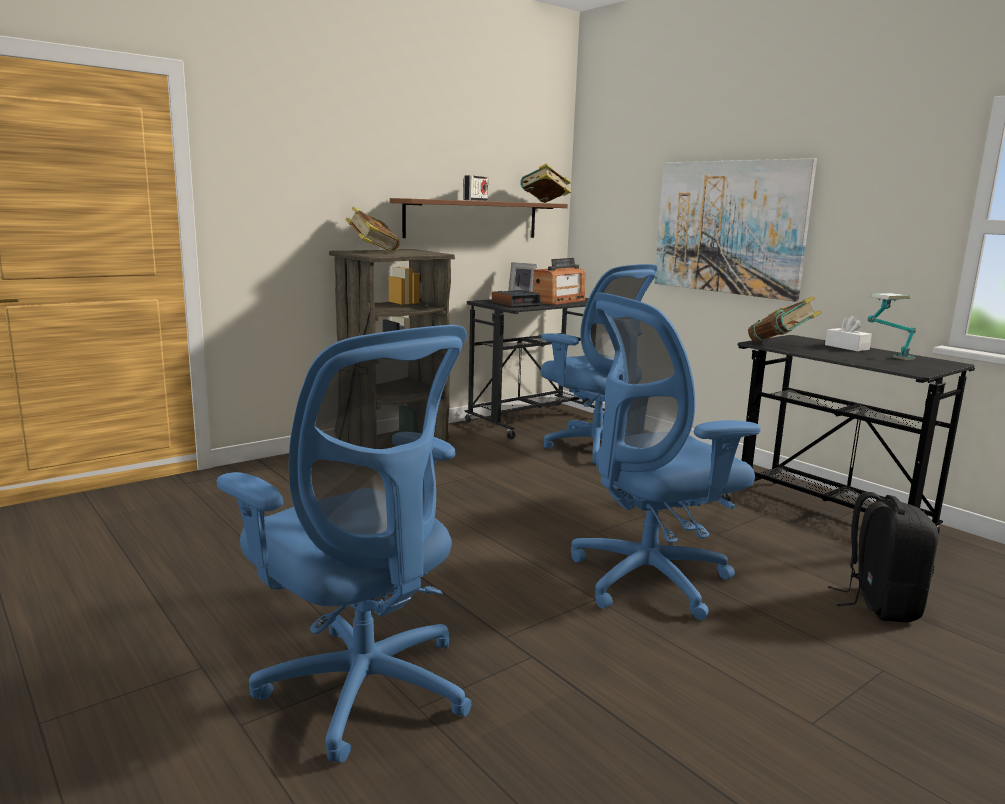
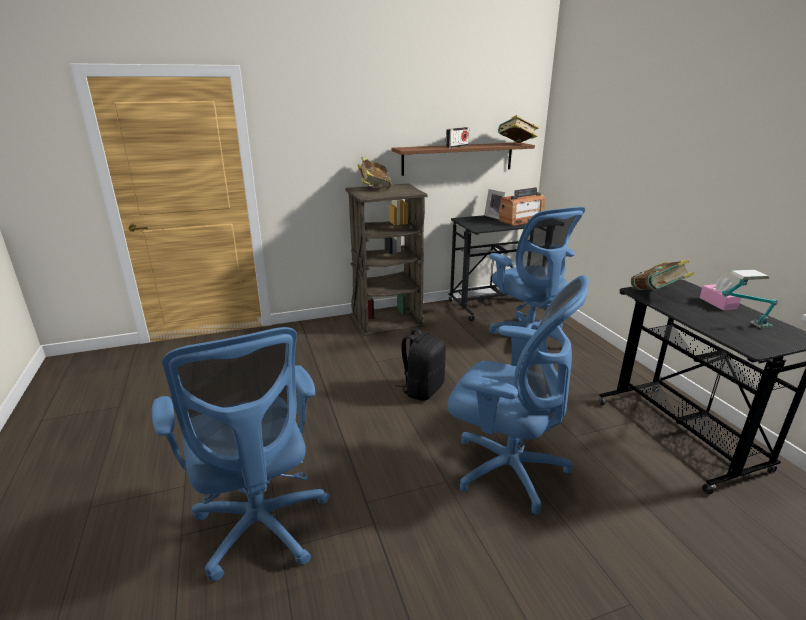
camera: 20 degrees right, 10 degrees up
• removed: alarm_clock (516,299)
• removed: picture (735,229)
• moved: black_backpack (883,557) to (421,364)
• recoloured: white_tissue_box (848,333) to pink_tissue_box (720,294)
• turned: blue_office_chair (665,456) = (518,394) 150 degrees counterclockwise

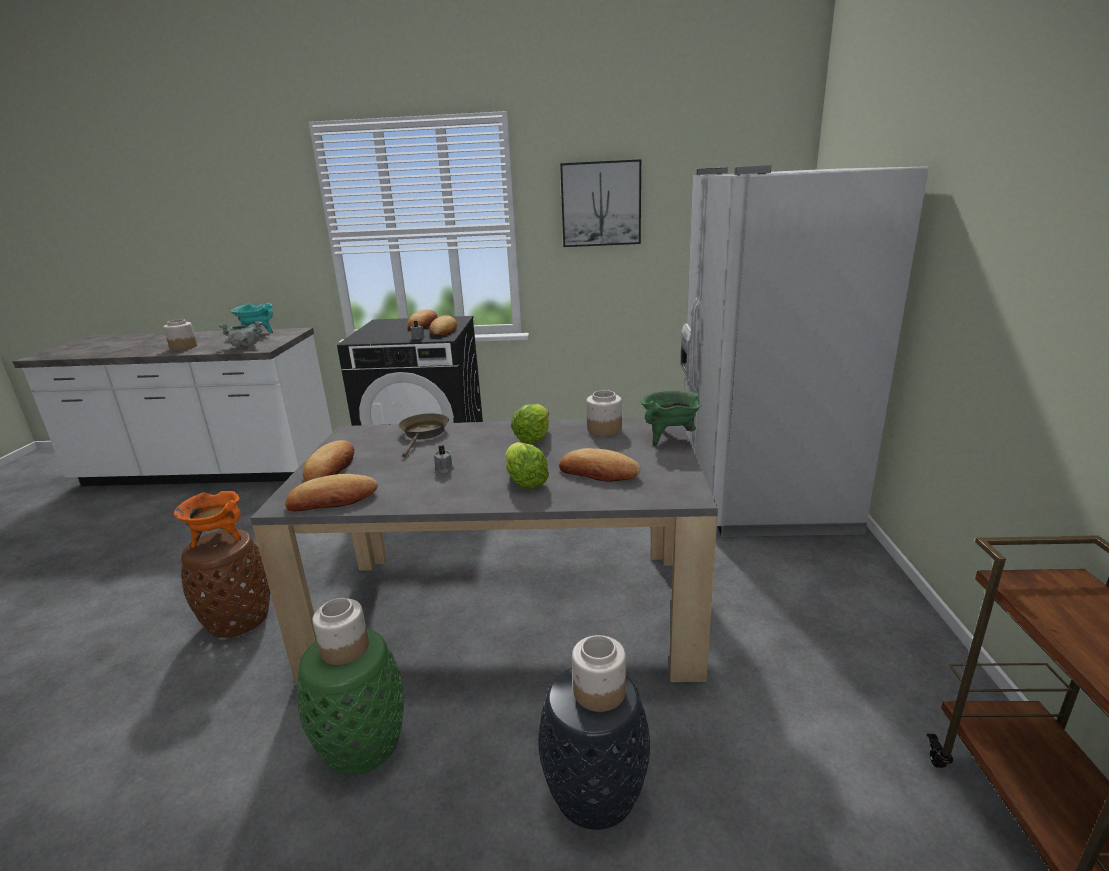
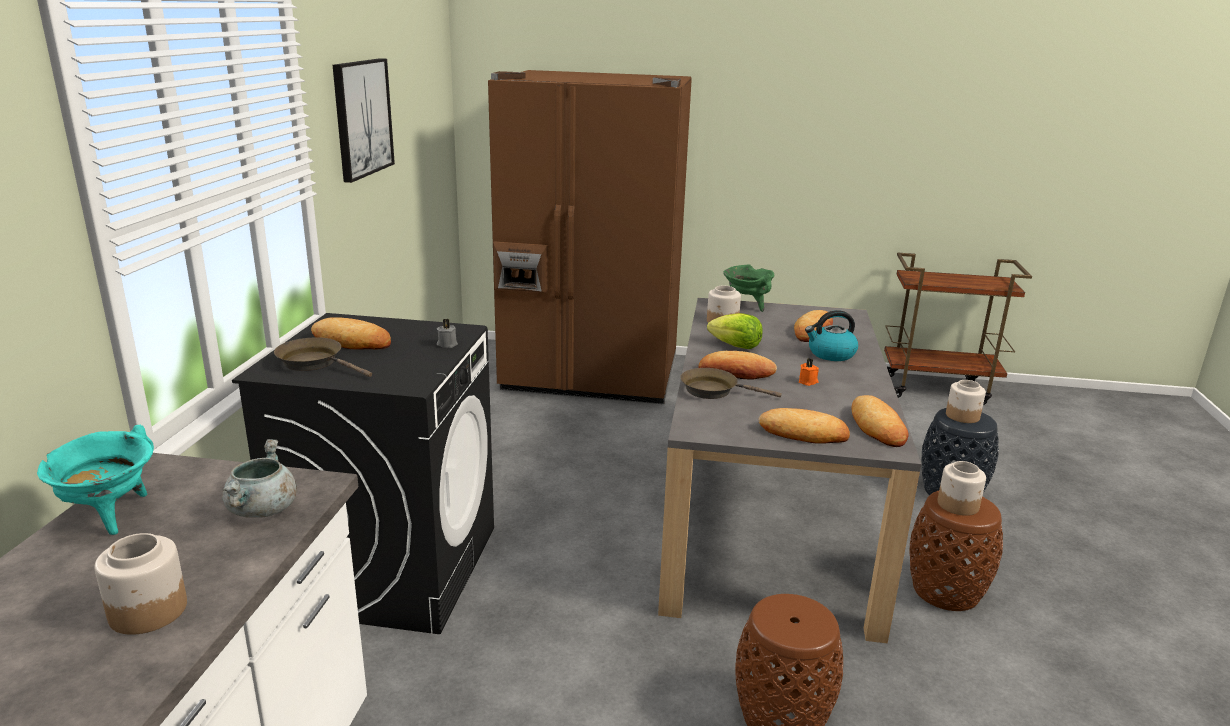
camera: 85 degrees left, 0 degrees up
• removed: orange_cooking_pot (207,519)
• added: brown_frying_pan (323,357)
• moved: bread (443,325) to (737,365)
• replaced: lettuce (527,465) to kettle (831,335)
• recoloured: green_stool (350,701) to brown_stool (956,551)
• recoloured: grey_candle (444,459) to orange_candle (809,372)
• recoloured: white_fridge (804,351) to brown_fridge (590,237)

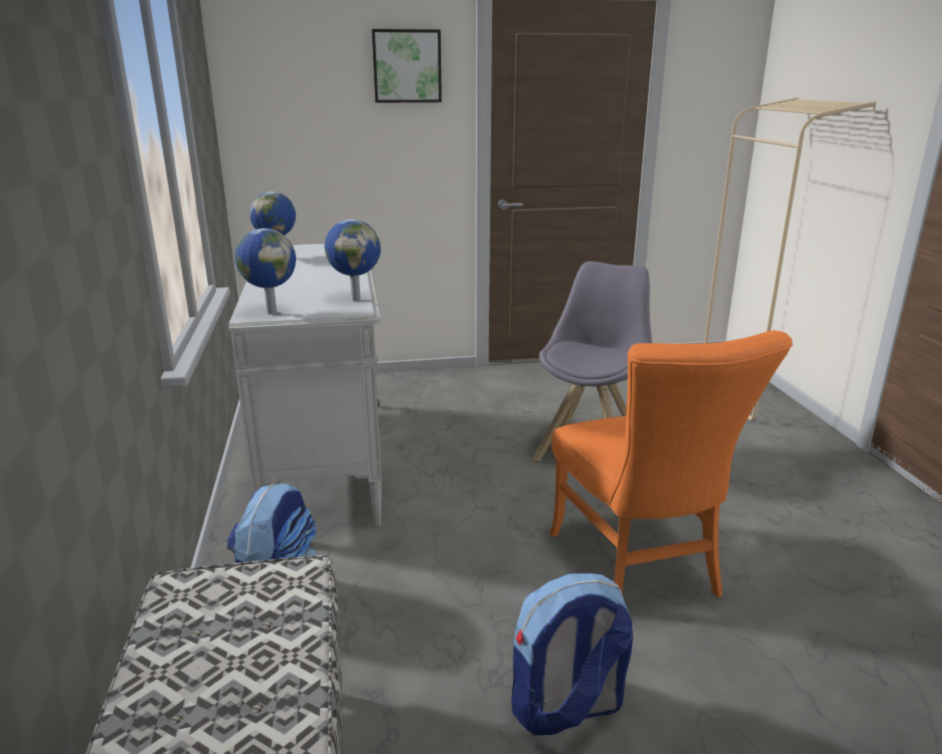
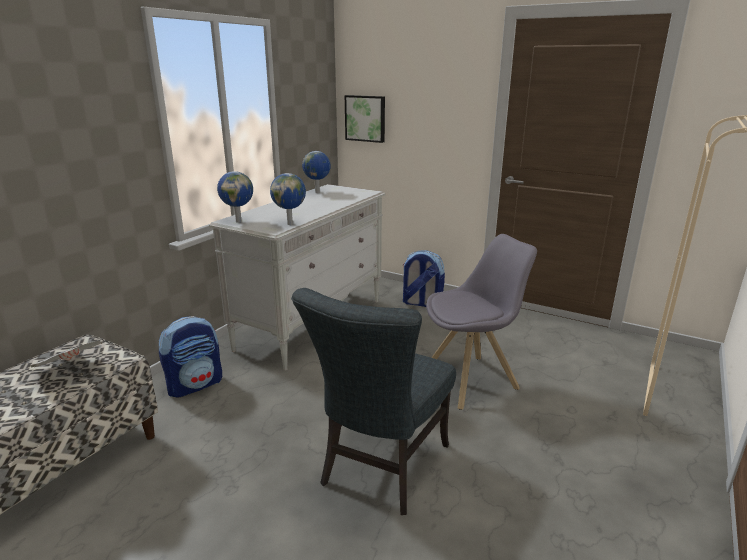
camera: 40 degrees right, 0 degrees up
• added: newspaper (66,354)
• moved: picture (407,66) to (365,119)
• moved: backpack (572,654) to (423,278)
• recoloured: orange_chair (671,463) to grey_chair (373,401)

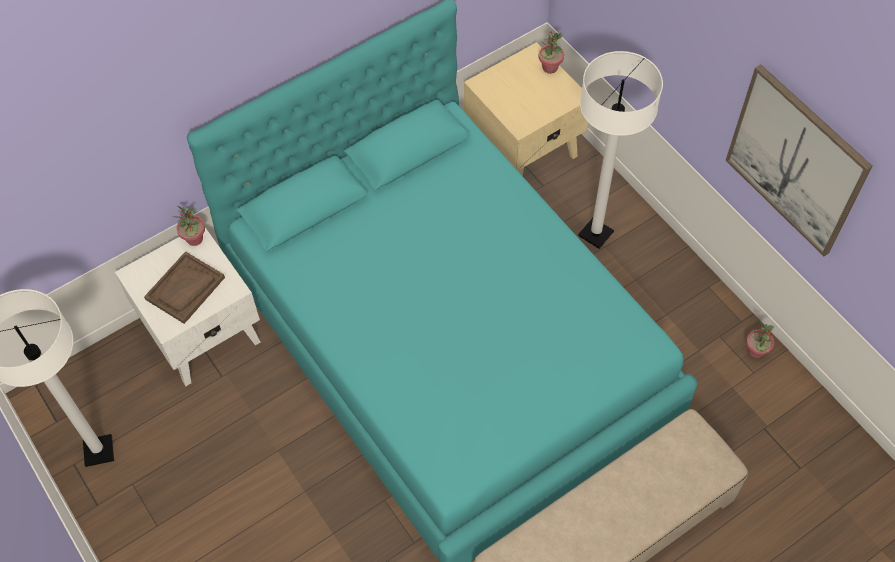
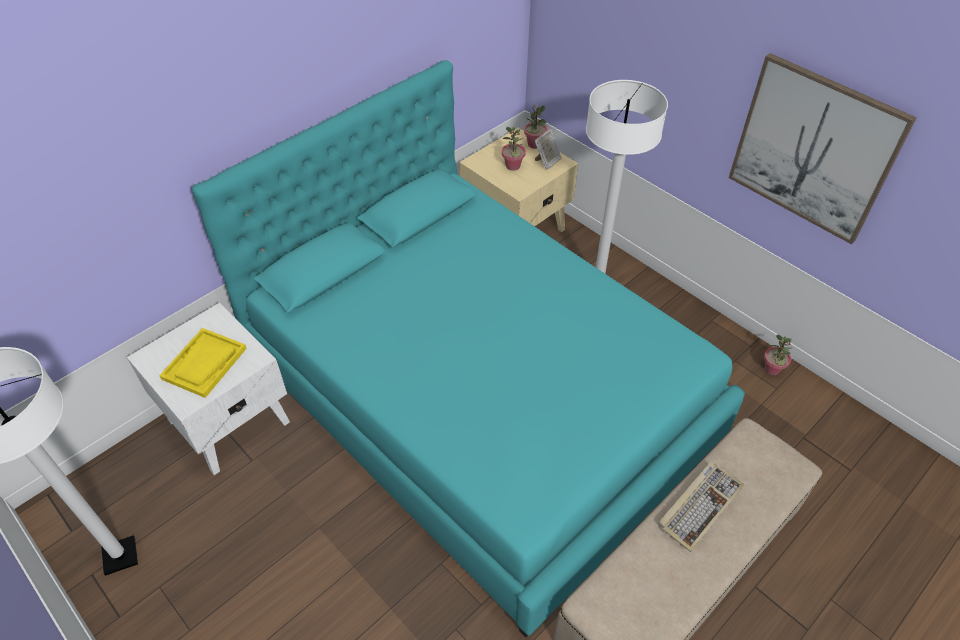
camera: 10 degrees left, 10 degrees down
• added: picture_frame (548,149)
• added: keyboard (701,507)
• moved: potted_plant (189,225) to (514,149)
• recoloured: brown_tray (184,287) to yellow_tray (203,363)

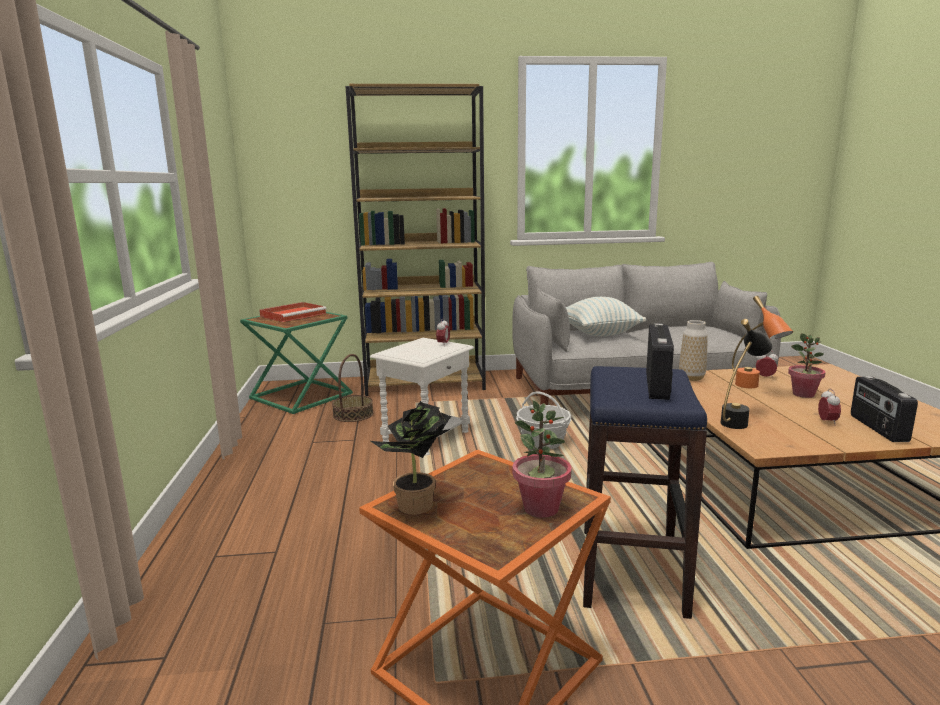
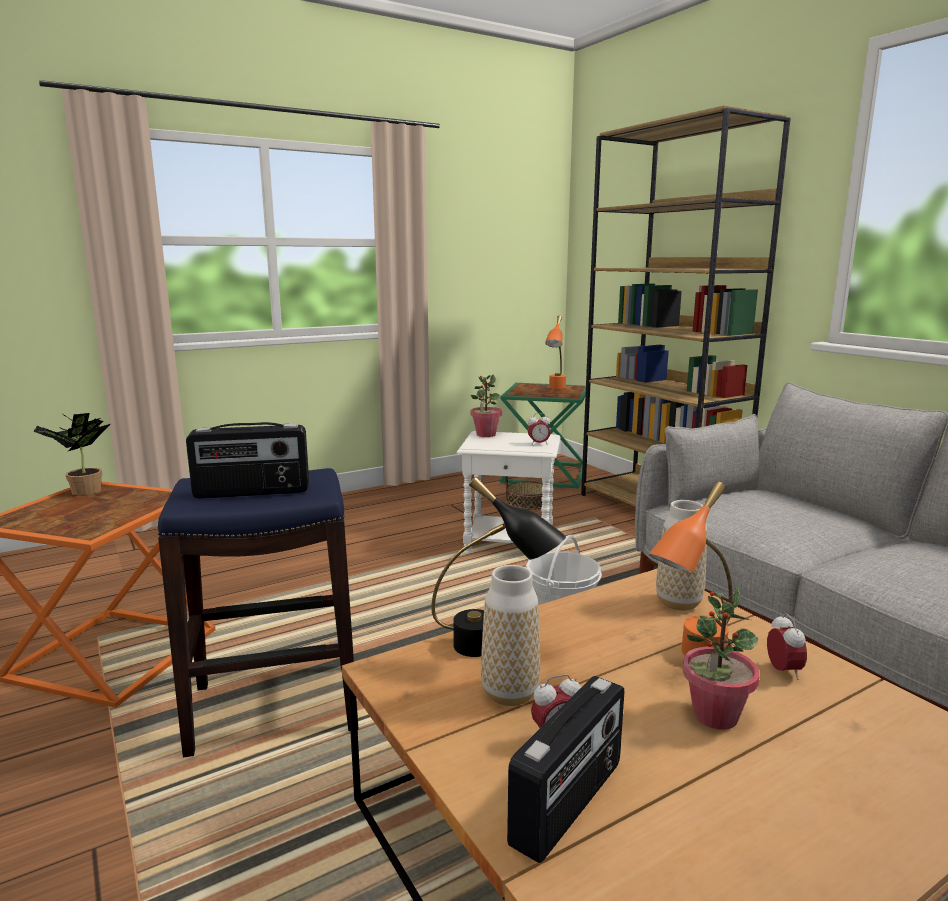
camera: 65 degrees right, 0 degrees up
• removed: pillow (606,316)
• added: vase (510,635)
• moved: potted_plant (542,459) to (486,406)
• replaced: red_tray (293,312) to orange_table_lamp (555,352)
• turned: radio (884,409) = (565,769) 150 degrees clockwise

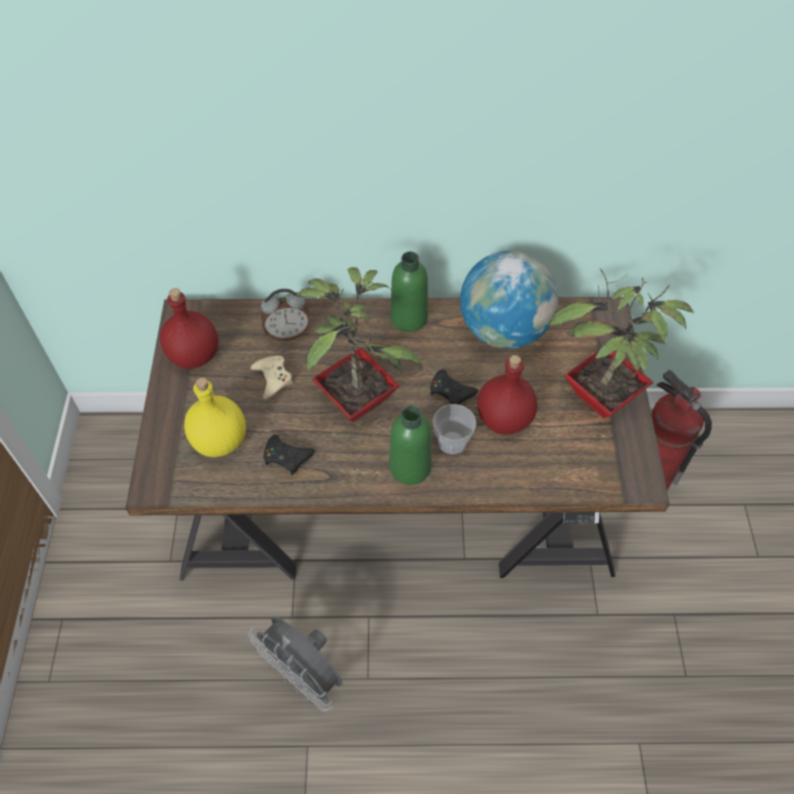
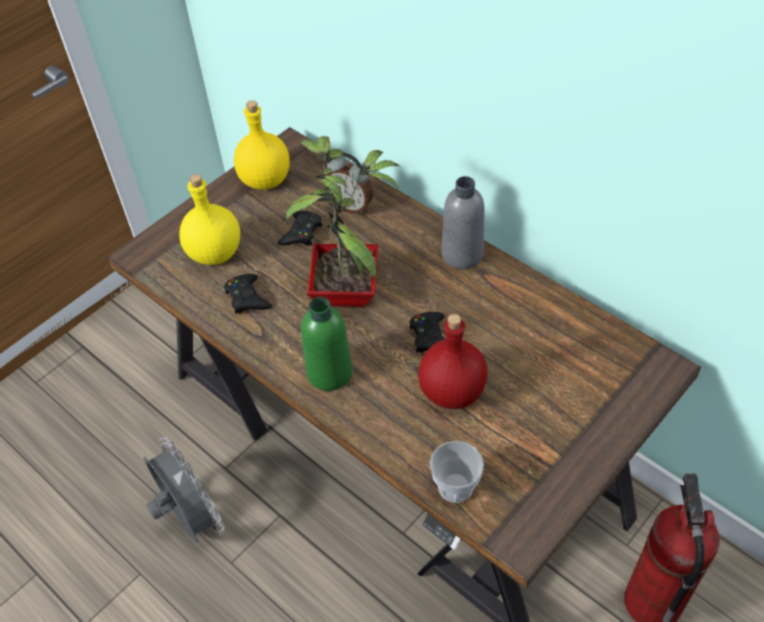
camera: 45 degrees right, 5 degrees down
• removed: globe (509,300)
• removed: potted_plant (621,343)
• moved: cup (454,429) to (457,472)
• recoloured: red_bottle (189,328) to yellow_bottle (262,145)
• recoloured: beige_game_controller (271,378) to black_game_controller (300,228)
• recoloured: green_bottle (409,292) to grey_bottle (463,222)
• turned: grey_fan (295,663) = (184,490) 150 degrees clockwise

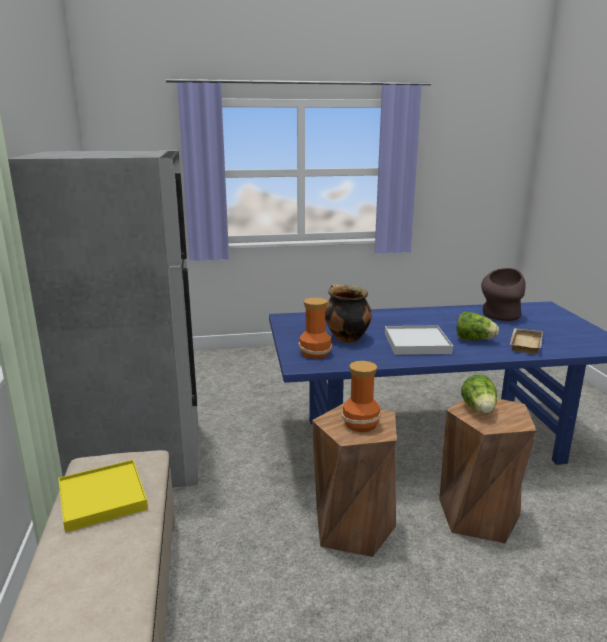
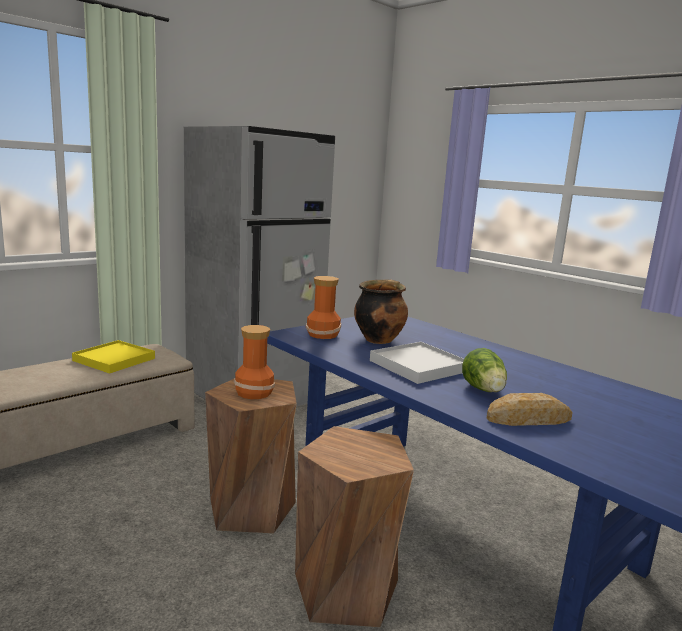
camera: 55 degrees right, 5 degrees down
• removed: lettuce (479,394)
• removed: brown_vase (503,294)
• replaced: beige_tray (526,341) to bread (529,409)

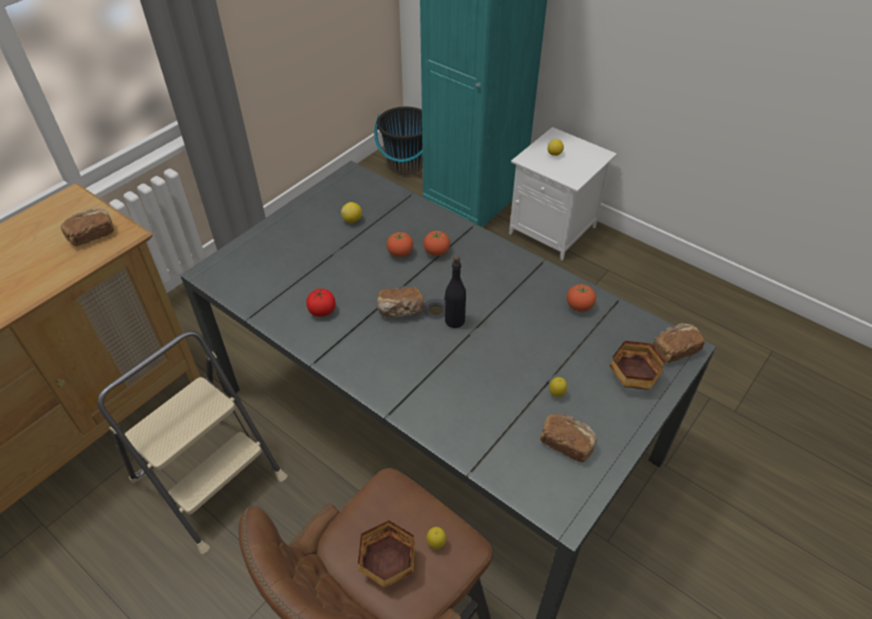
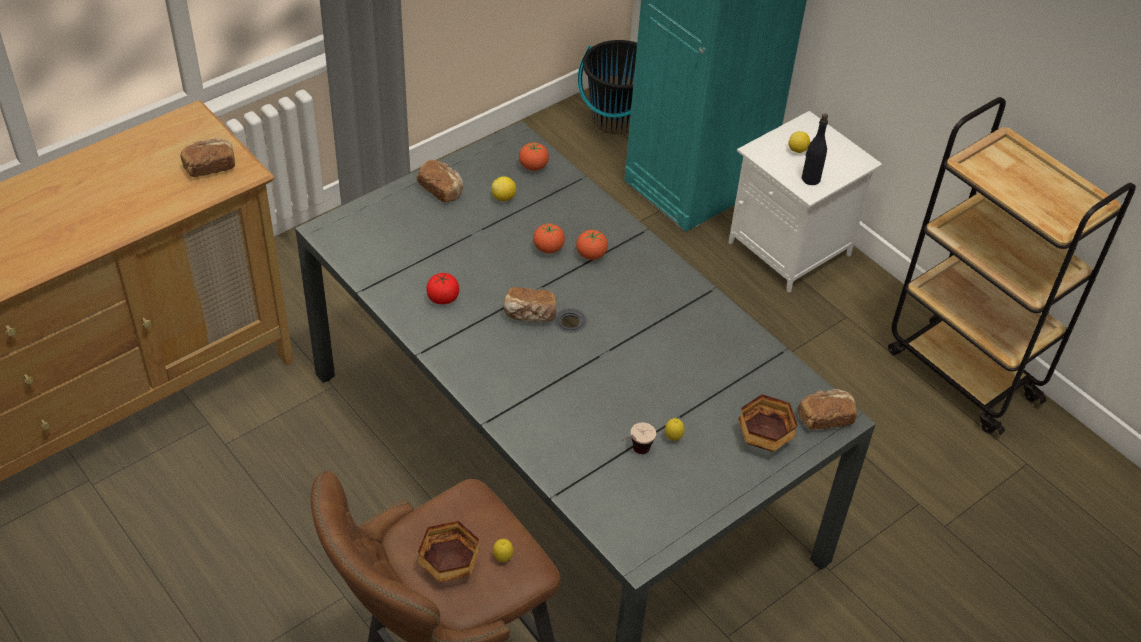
camera: 10 degrees right, 0 degrees up
• removed: beige_step_ladder (192,442)
• added: cup (638,438)
• added: brown_cart (1012,266)
• moved: black_bottle (455,292) to (815,149)
• moved: bread (568,438) to (439,181)
• moved: tomato (581,298) to (534,156)

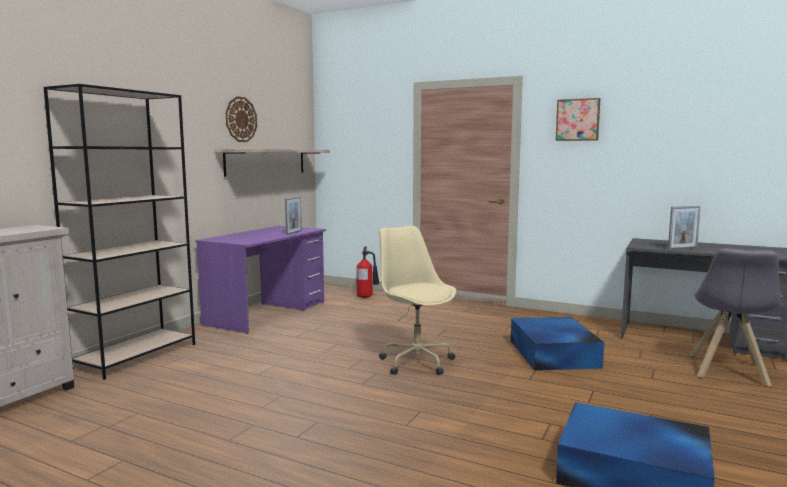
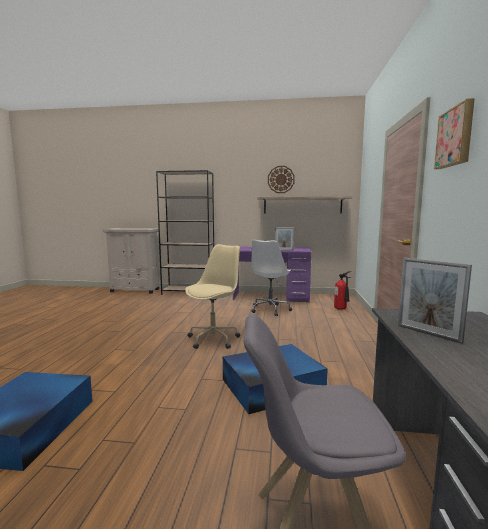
camera: 70 degrees right, 0 degrees up
• added: white_office_chair (271,278)

